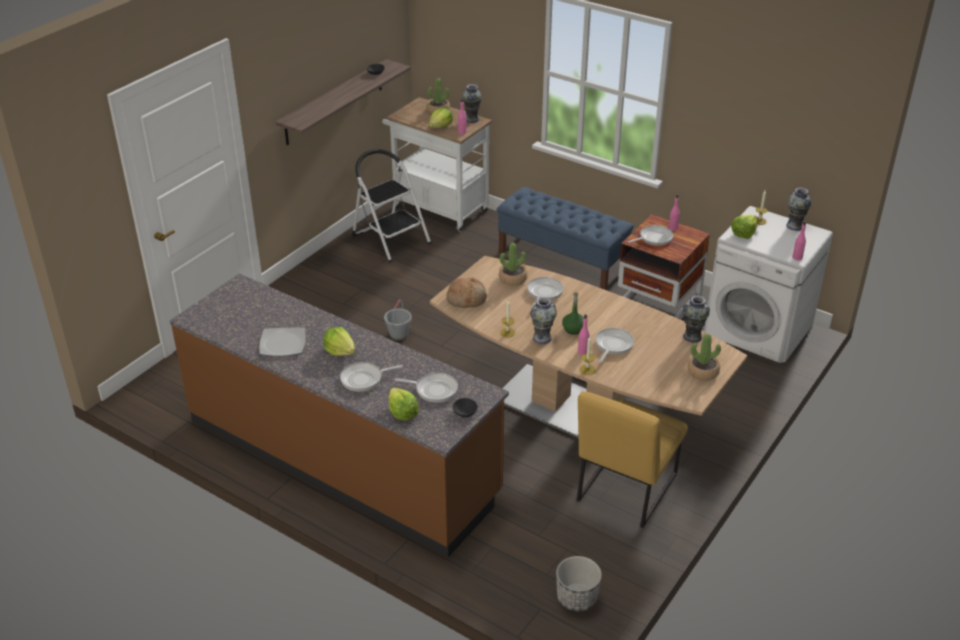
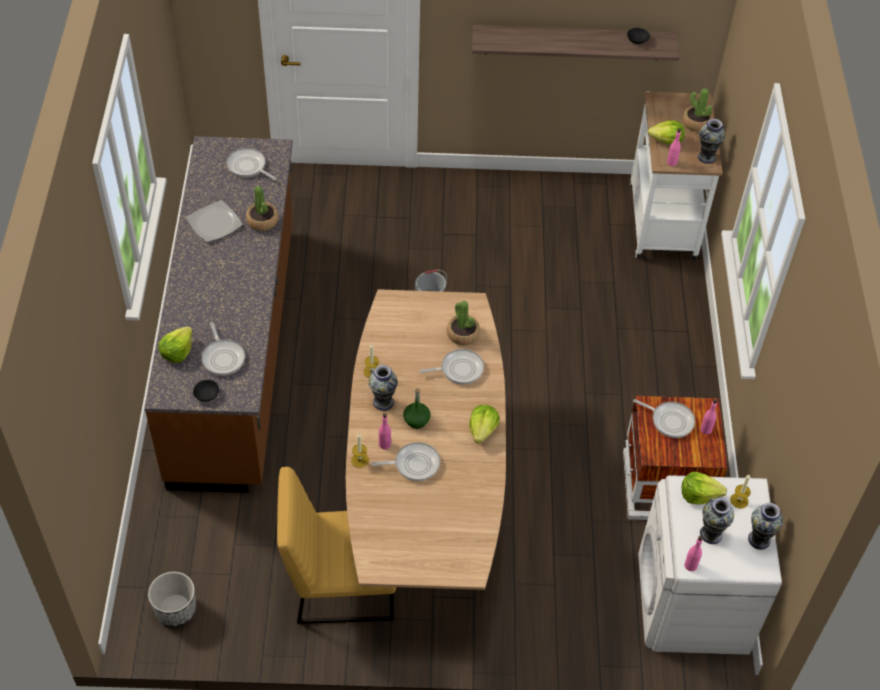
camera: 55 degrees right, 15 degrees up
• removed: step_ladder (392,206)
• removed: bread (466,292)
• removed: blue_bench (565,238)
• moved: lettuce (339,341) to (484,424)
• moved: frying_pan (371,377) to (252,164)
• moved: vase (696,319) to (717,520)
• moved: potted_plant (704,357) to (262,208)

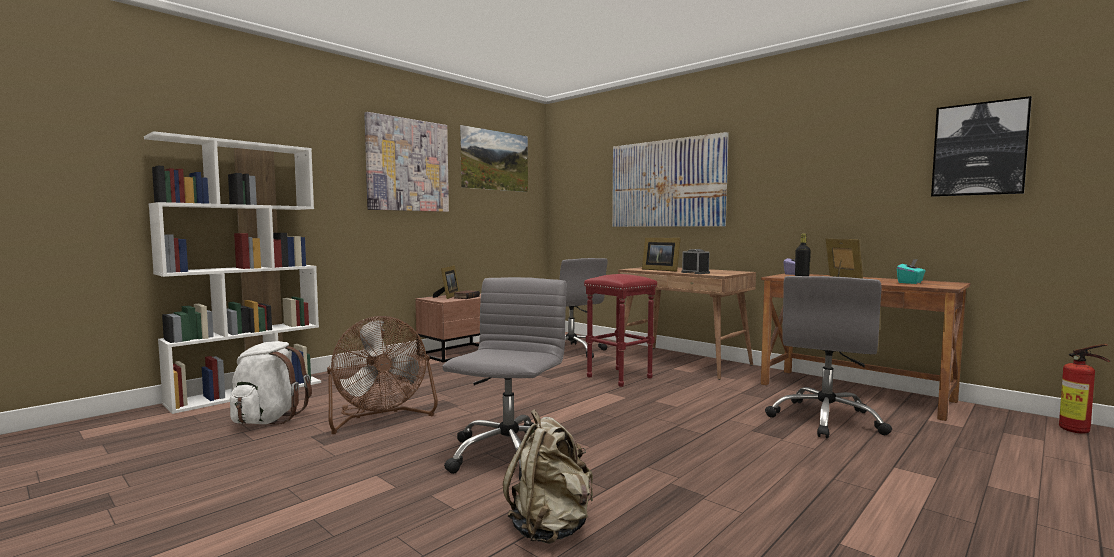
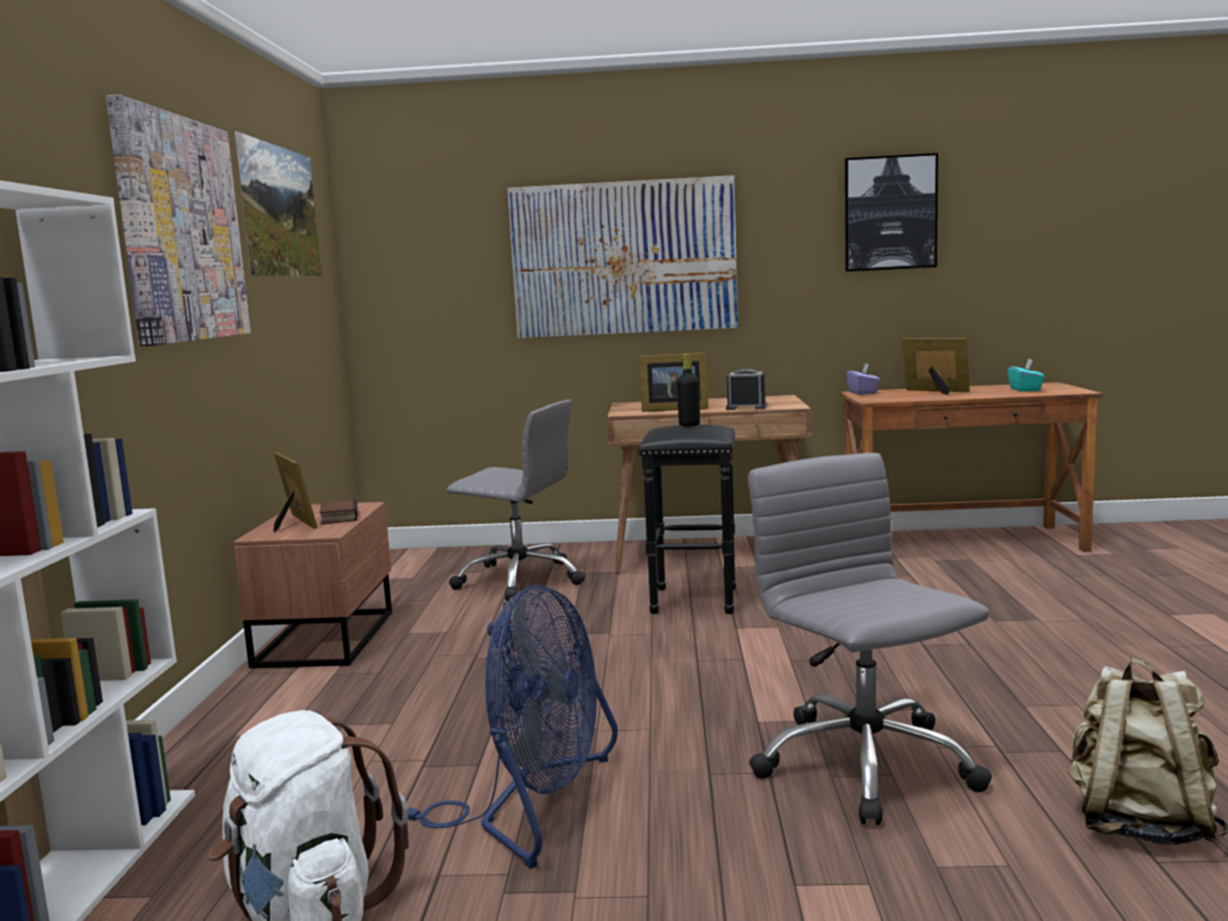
camera: 40 degrees left, 5 degrees up
• removed: grey_office_chair (828,357)
• removed: fire_extinguisher (1084,389)
• moved: black_bottle (803,255) to (688,390)
• moved: picture (981,146) to (891,212)
• recoloured: brown_fan (382,375) to blue_fan (513,727)
• recoloured: red_stool (620,330) to black_stool (687,519)

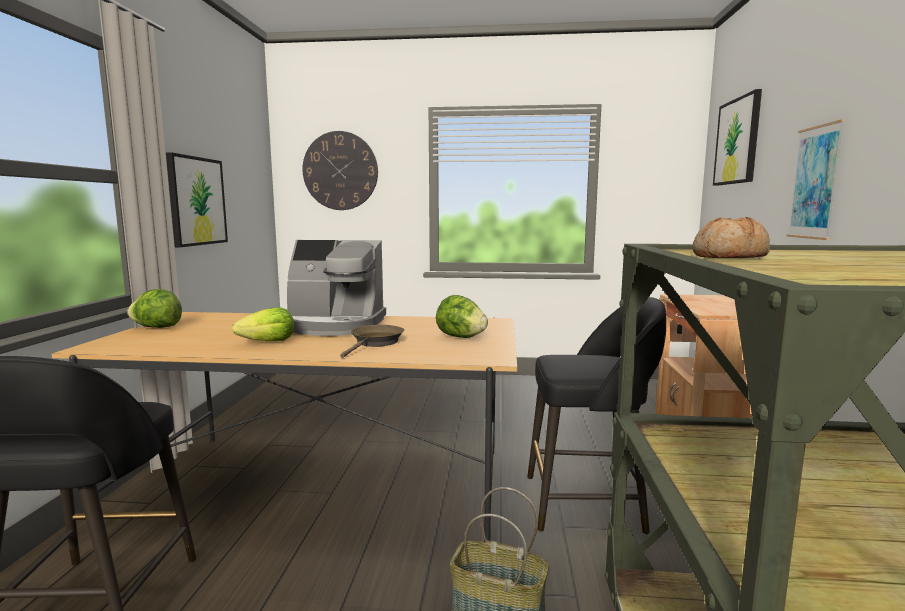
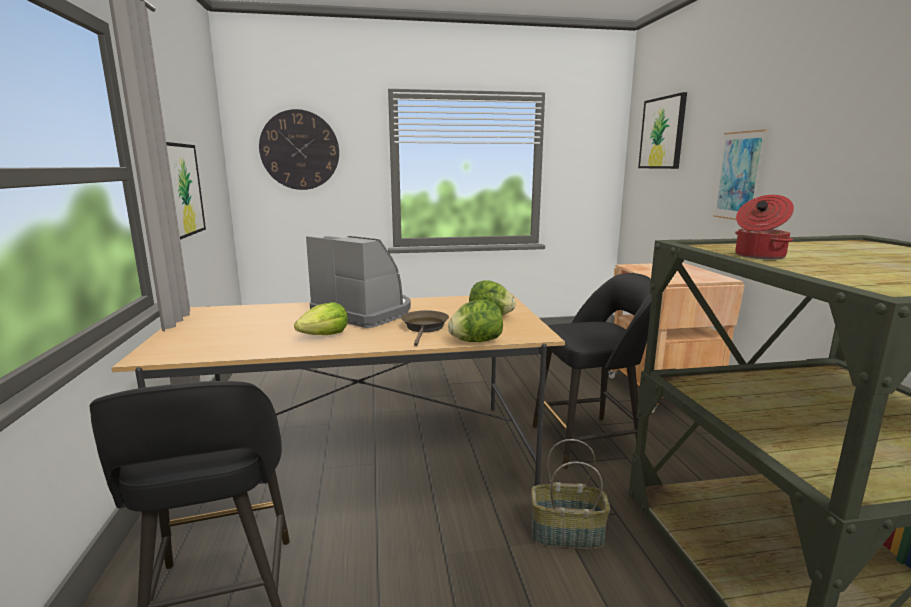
camera: 15 degrees left, 5 degrees up
• moved: lettuce (154,308) to (475,321)
• replaced: bread (731,237) to cooking_pot (764,227)
• turned: coffee_machine (336,288) = (358,282) 135 degrees counterclockwise

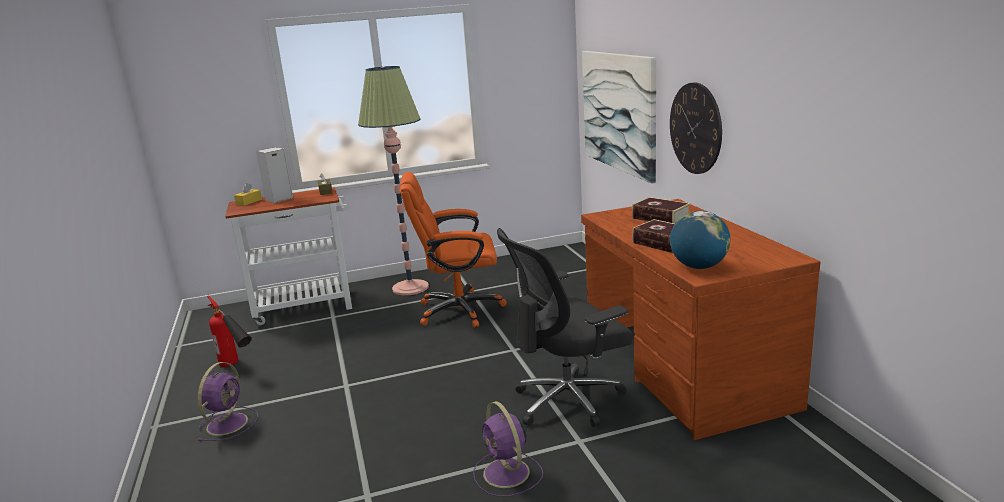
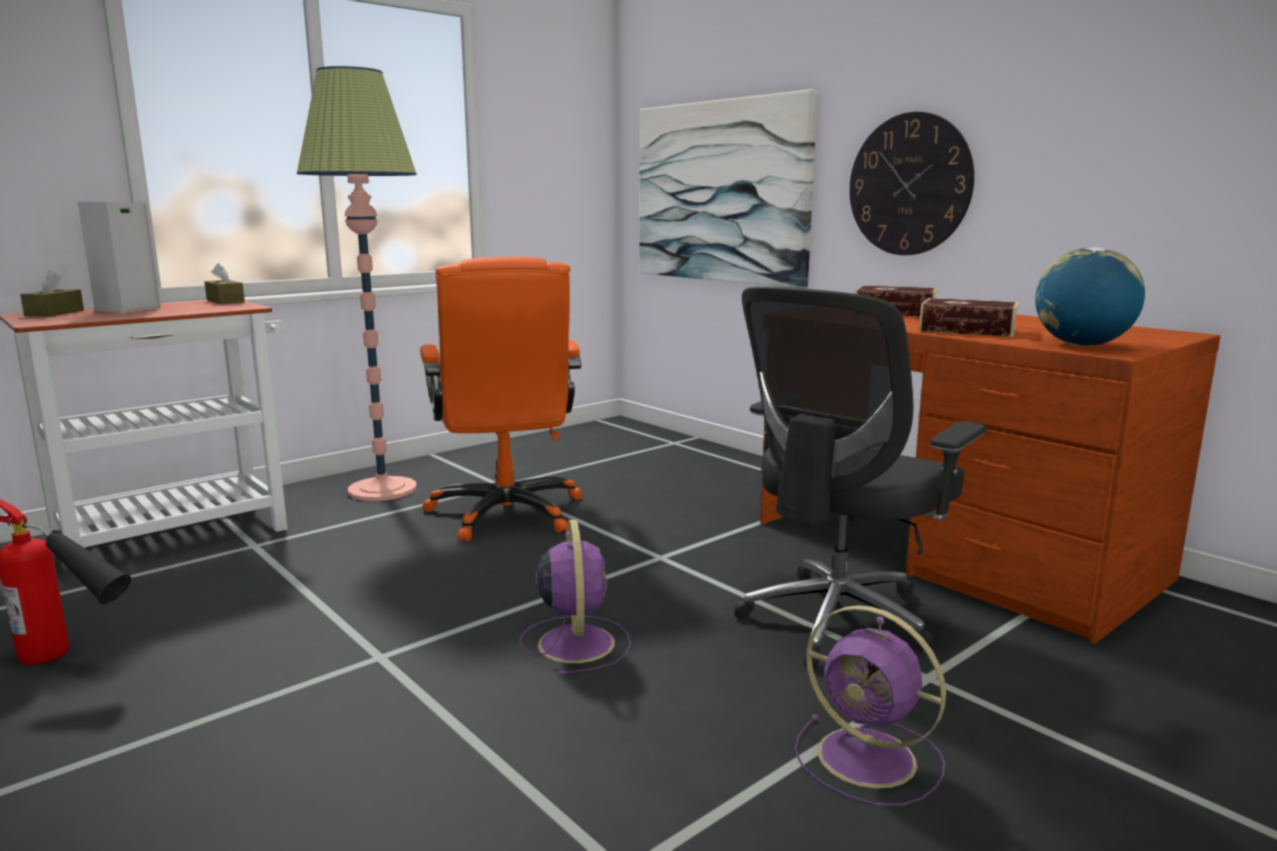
camera: 25 degrees left, 5 degrees down
• moved: purple_fan (228,401) to (575,598)
• recoloured: yellow_tissue_box (248,194) to brown_tissue_box (52,293)
• turned: orange_office_chair (453,250) = (501,399) 75 degrees counterclockwise

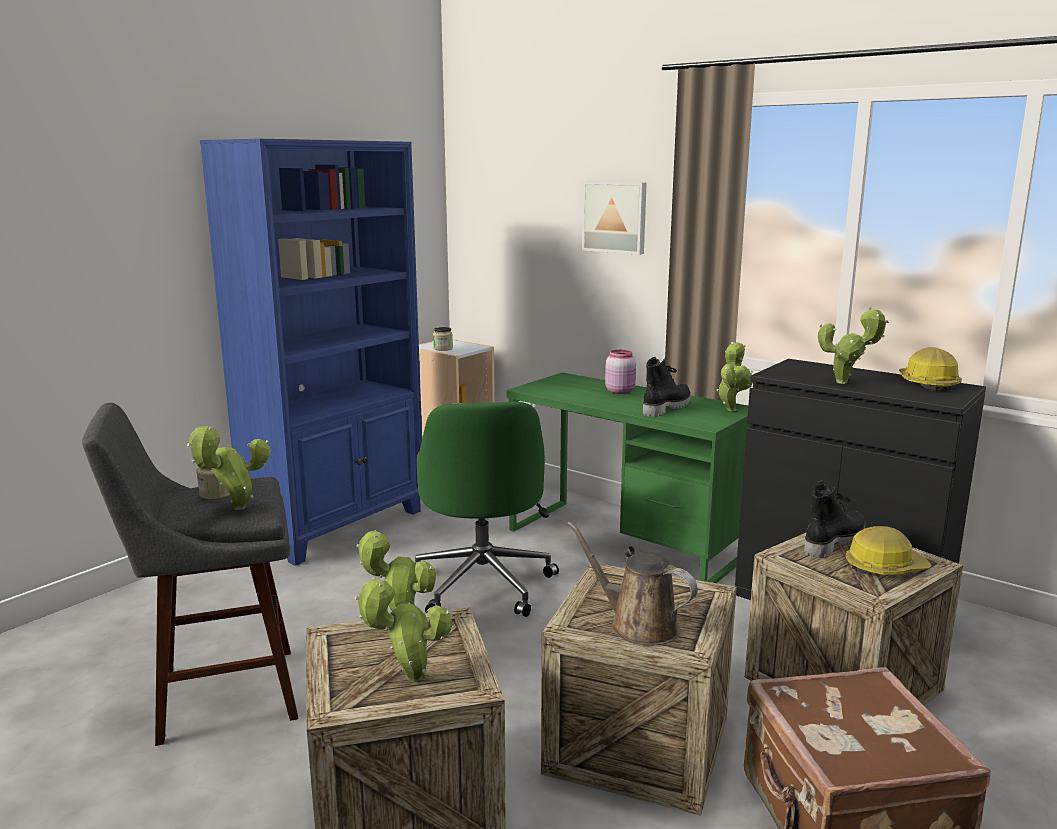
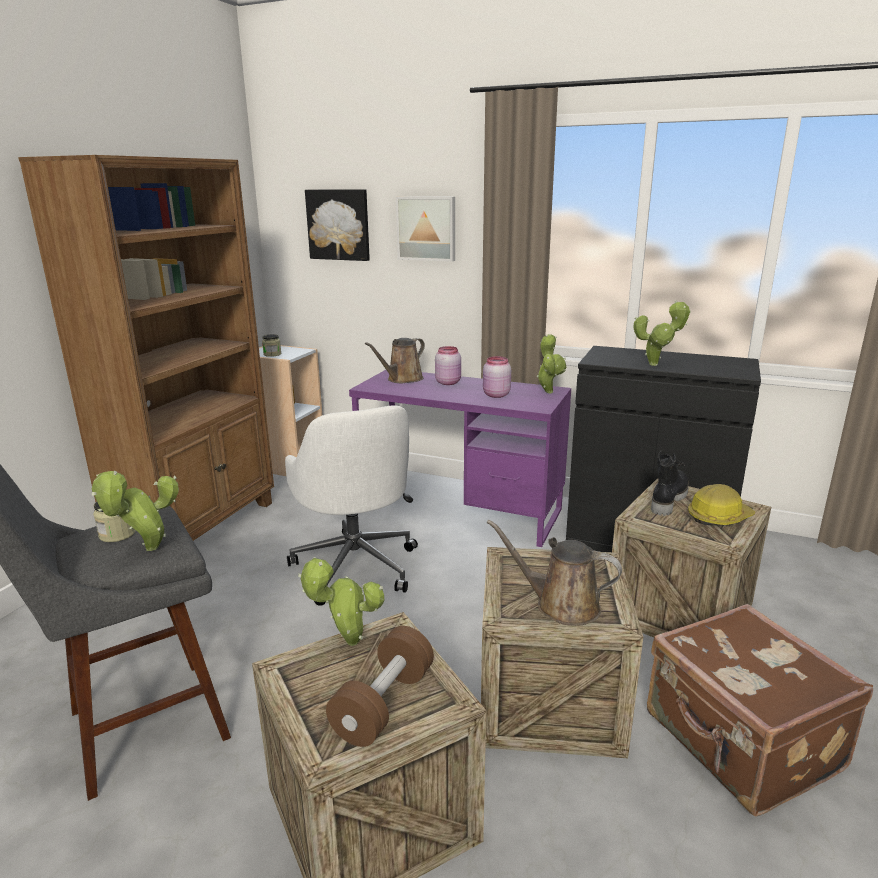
camera: 15 degrees left, 5 degrees up
• removed: hard_hat (930,369)
• added: picture (337,225)
• added: brown_watering_can (395,360)
• replaced: potted_plant (403,630) to brown_dumbbell (380,686)
• replaced: black_boot (667,387) to pink_jar (497,377)
• recoloured: blue_bookcase (311,352) to brown_bookcase (146,348)
• recoloured: green_office_chair (487,509) to white_office_chair (351,505)
• recoloured: green_desk (628,477) to purple_desk (460,458)

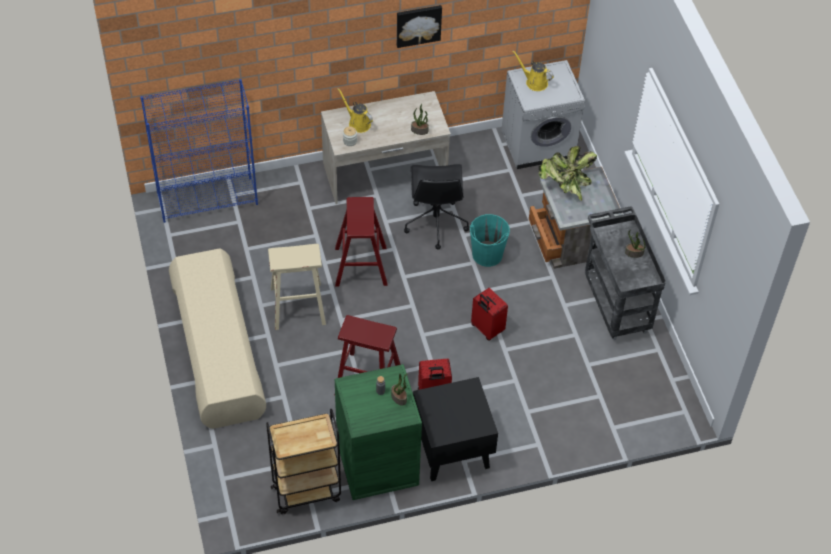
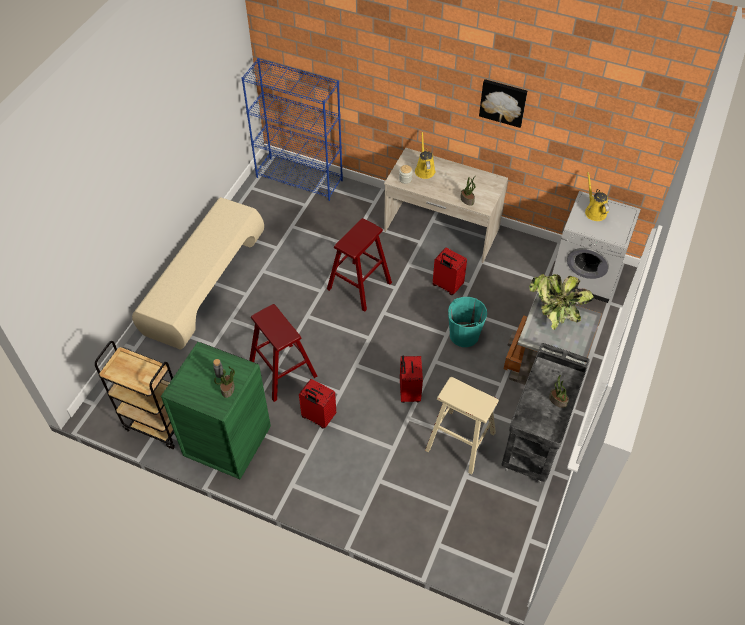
camera: 40 degrees right, 0 degrees up
• removed: black_nightstand (455,429)
• moved: beige_stool (297,287) to (462,426)
• replaced: black_office_chair (436,207) to red_suitcase (450,271)

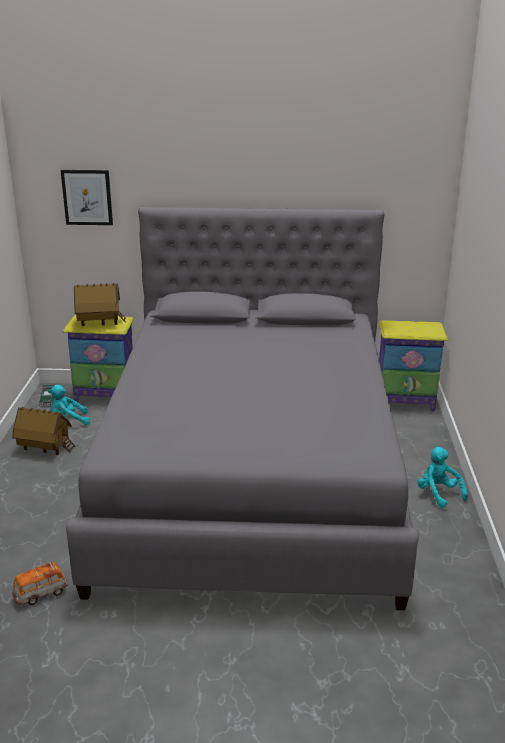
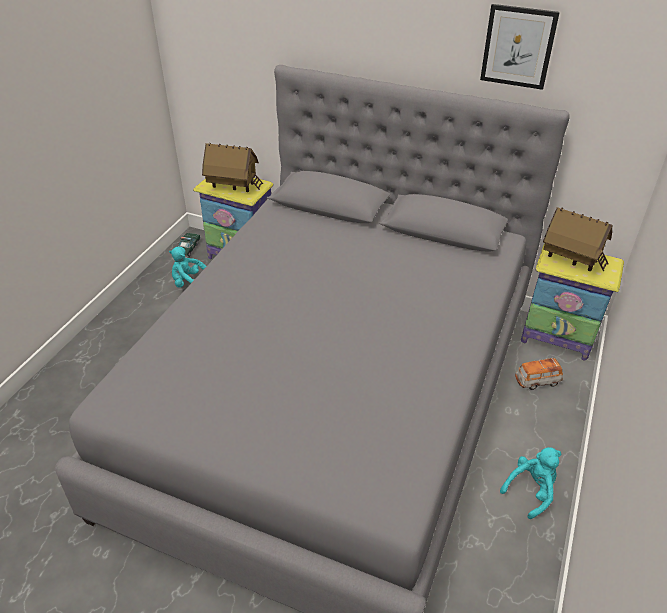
camera: 20 degrees right, 15 degrees up
• moved: toy_house (44,431) to (577,239)
• moved: toy_car (40,583) to (539,374)
• moved: picture (87,197) to (520,47)
• turned: turquoise_plush_toy (443,477) = (530,483) 60 degrees clockwise

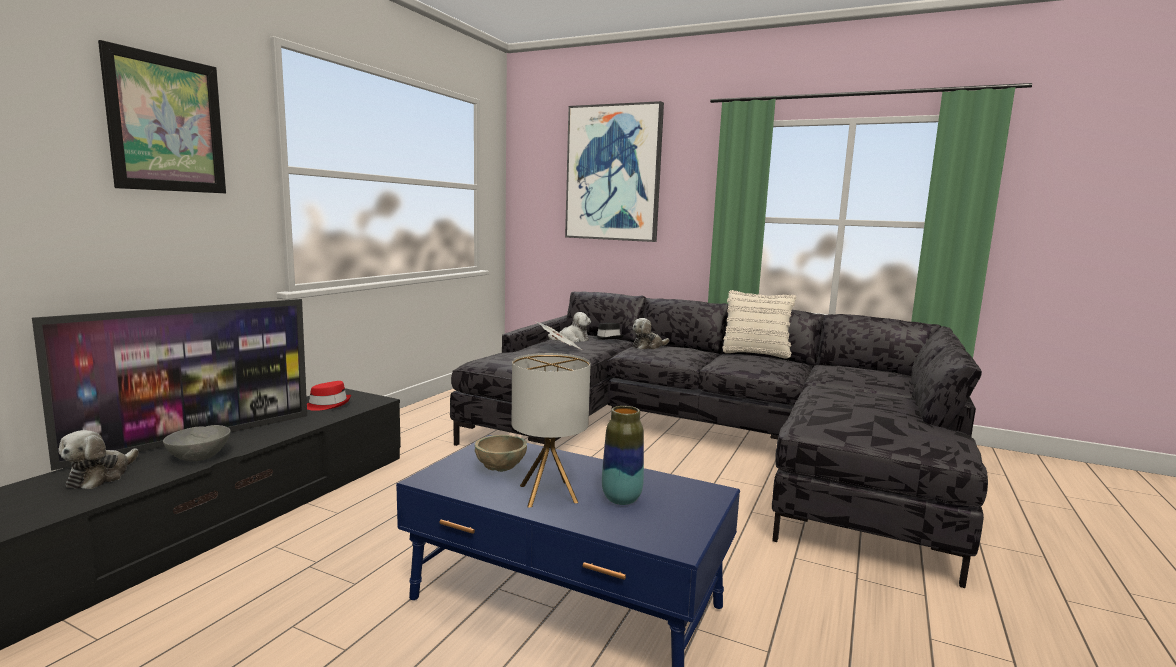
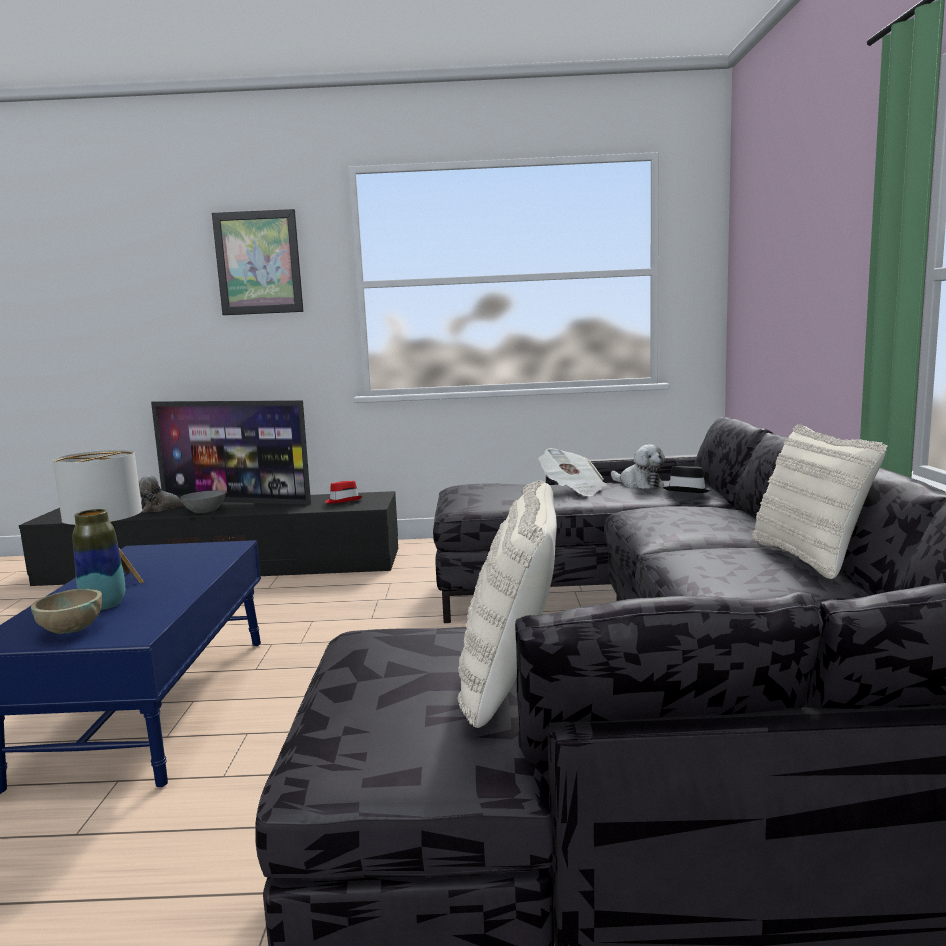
camera: 65 degrees right, 0 degrees up
• removed: picture (614,171)
• removed: plush_toy (650,333)
• added: beige_pillow (507,604)
• moved: beige_bowl (501,453) to (66,611)

